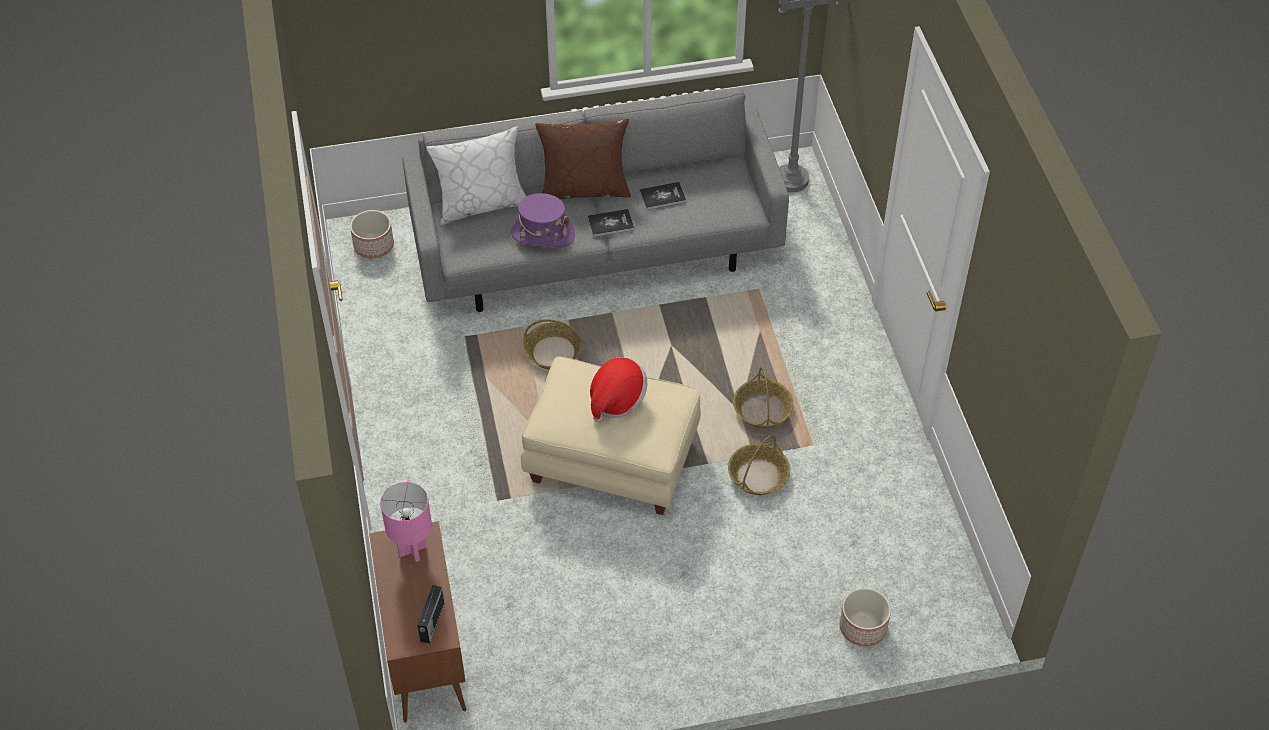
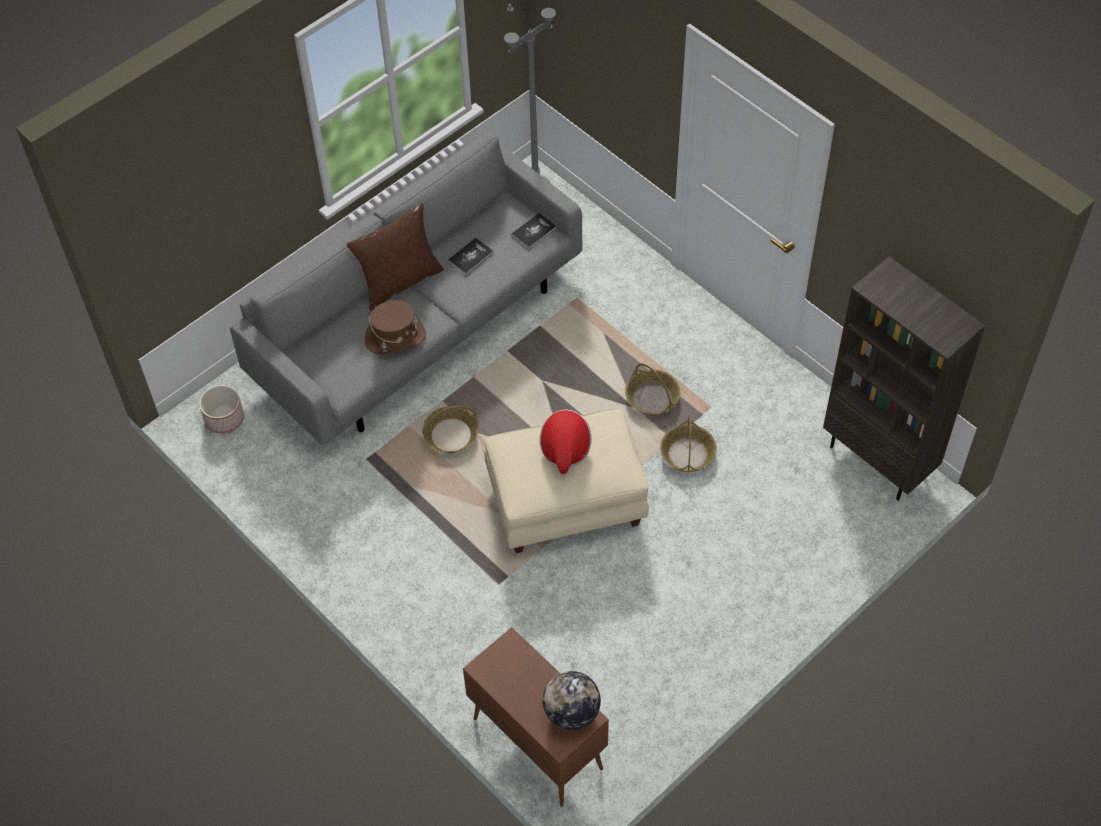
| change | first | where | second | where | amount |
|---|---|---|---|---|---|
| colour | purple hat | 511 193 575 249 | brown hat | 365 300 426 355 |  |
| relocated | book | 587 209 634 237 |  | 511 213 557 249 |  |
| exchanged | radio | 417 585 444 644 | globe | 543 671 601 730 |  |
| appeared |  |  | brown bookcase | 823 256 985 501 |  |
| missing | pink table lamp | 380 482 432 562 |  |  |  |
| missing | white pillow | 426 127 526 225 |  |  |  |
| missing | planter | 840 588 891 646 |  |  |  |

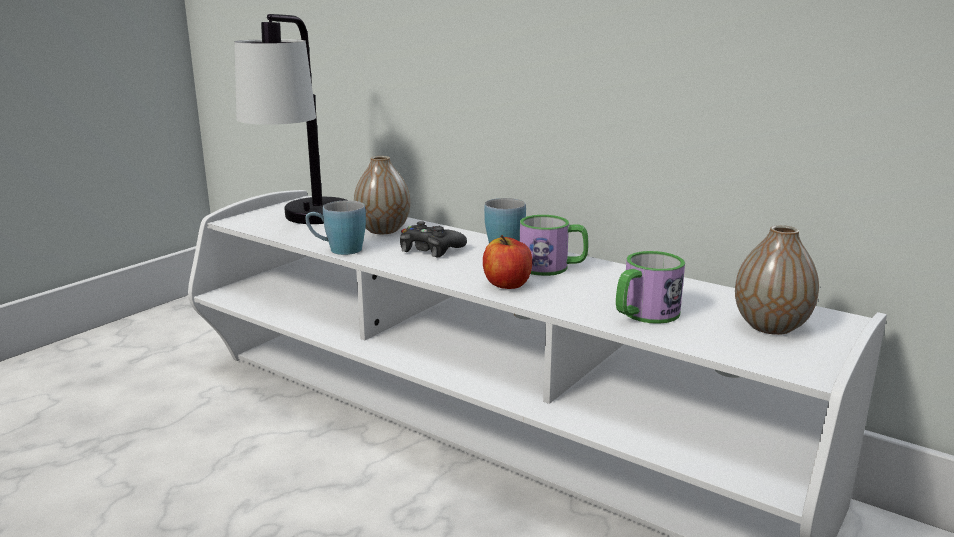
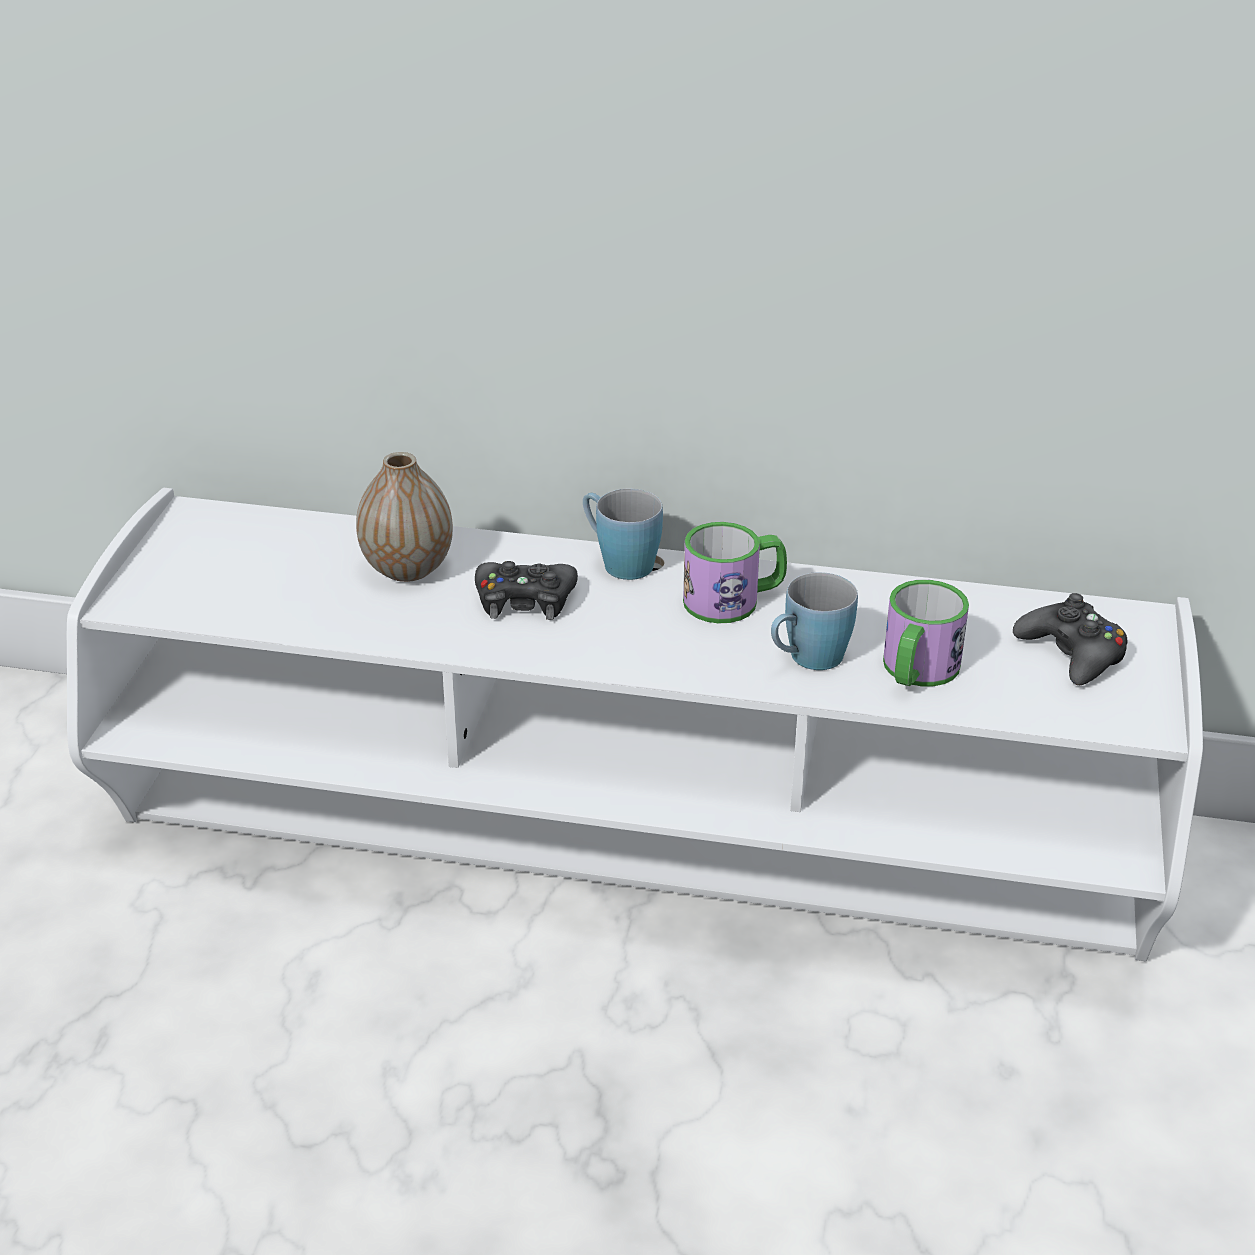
| change | first | where | second | where | amount |
|---|---|---|---|---|---|
| relocated | blue mug | 305 200 366 255 |  | 771 572 858 670 |  |
| exchanged | vase | 735 225 819 335 | black game controller | 1013 593 1127 685 |  |
| missing | table lamp | 235 14 346 224 |  |  |  |
| missing | apple | 483 235 532 289 |  |  |  |

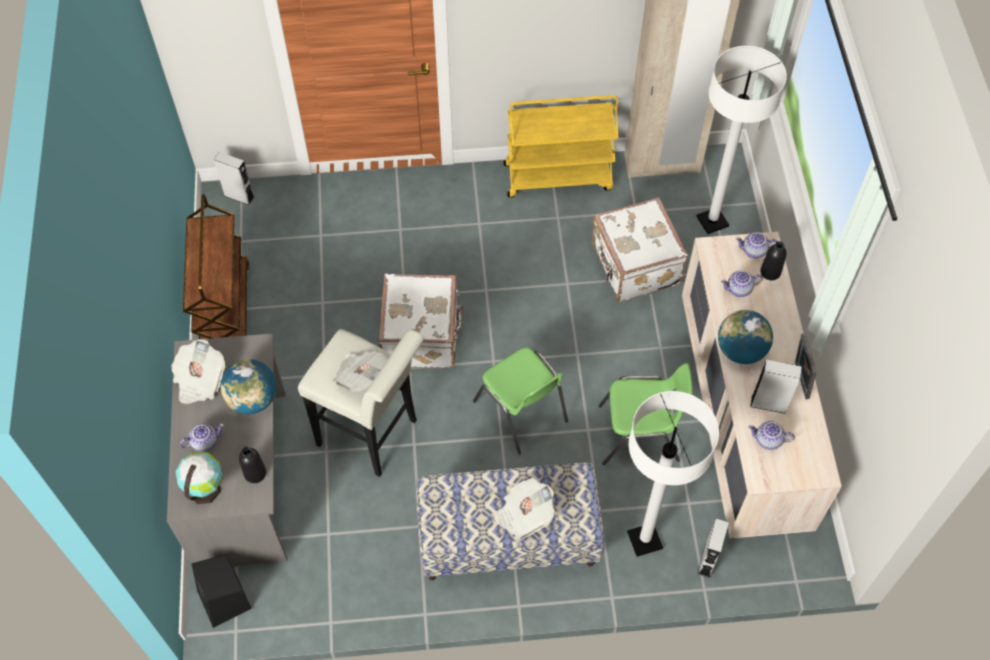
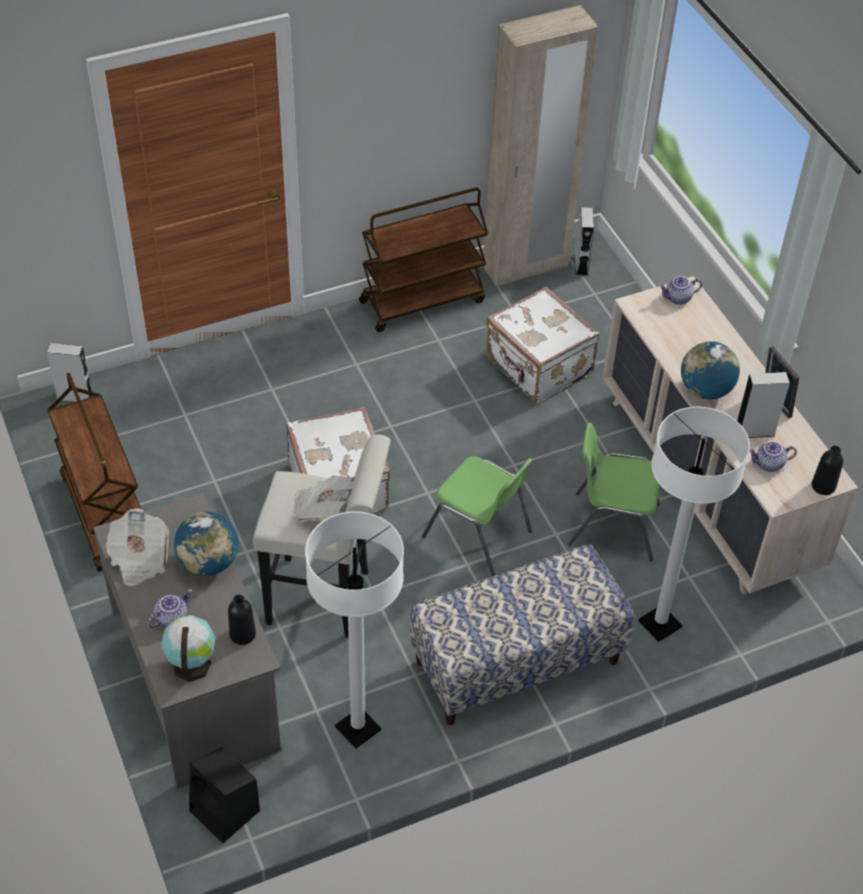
| change | first | where | second | where | amount |
|---|---|---|---|---|---|
| relocated | white floor lamp | 696 46 787 234 |  | 305 512 404 748 |  |
| colour | yellow cart | 503 95 618 198 | brown cart | 359 187 489 332 |  |
| spun | green chair | 599 363 693 465 |  | 568 423 660 561 | 150 degrees counterclockwise |
| relocated | grey speaker | 697 518 729 578 |  | 574 207 594 276 |  |
| relocated | black bottle | 760 241 787 281 |  | 812 446 843 495 |  |
| missing | newspaper | 494 478 555 540 |  |  |  |
| missing | teapot | 721 270 763 297 |  |  |  |

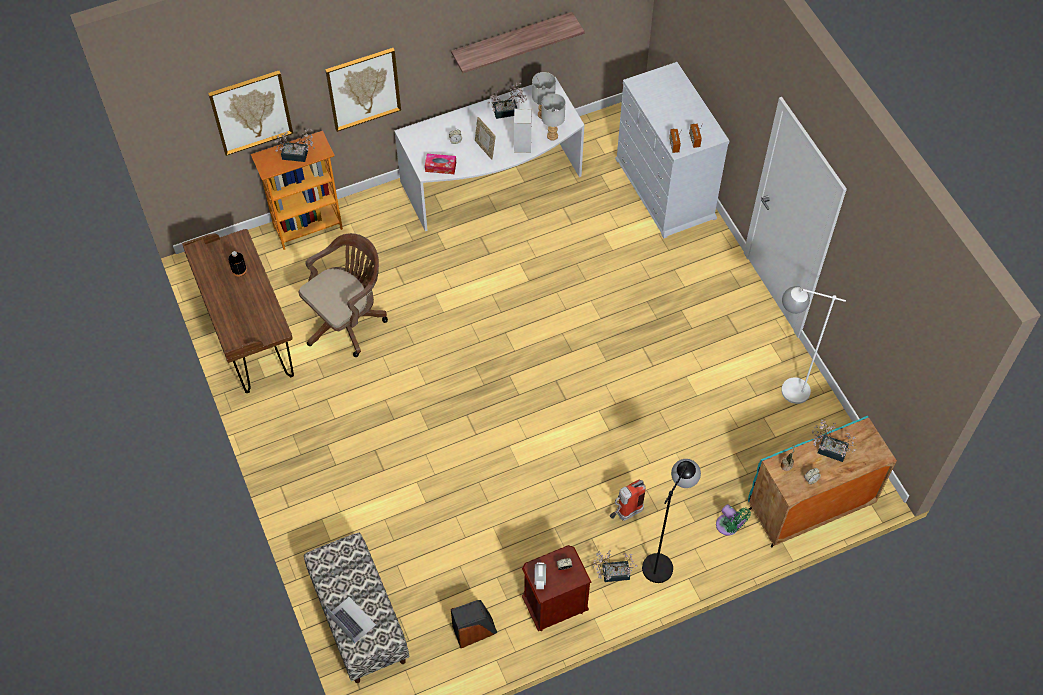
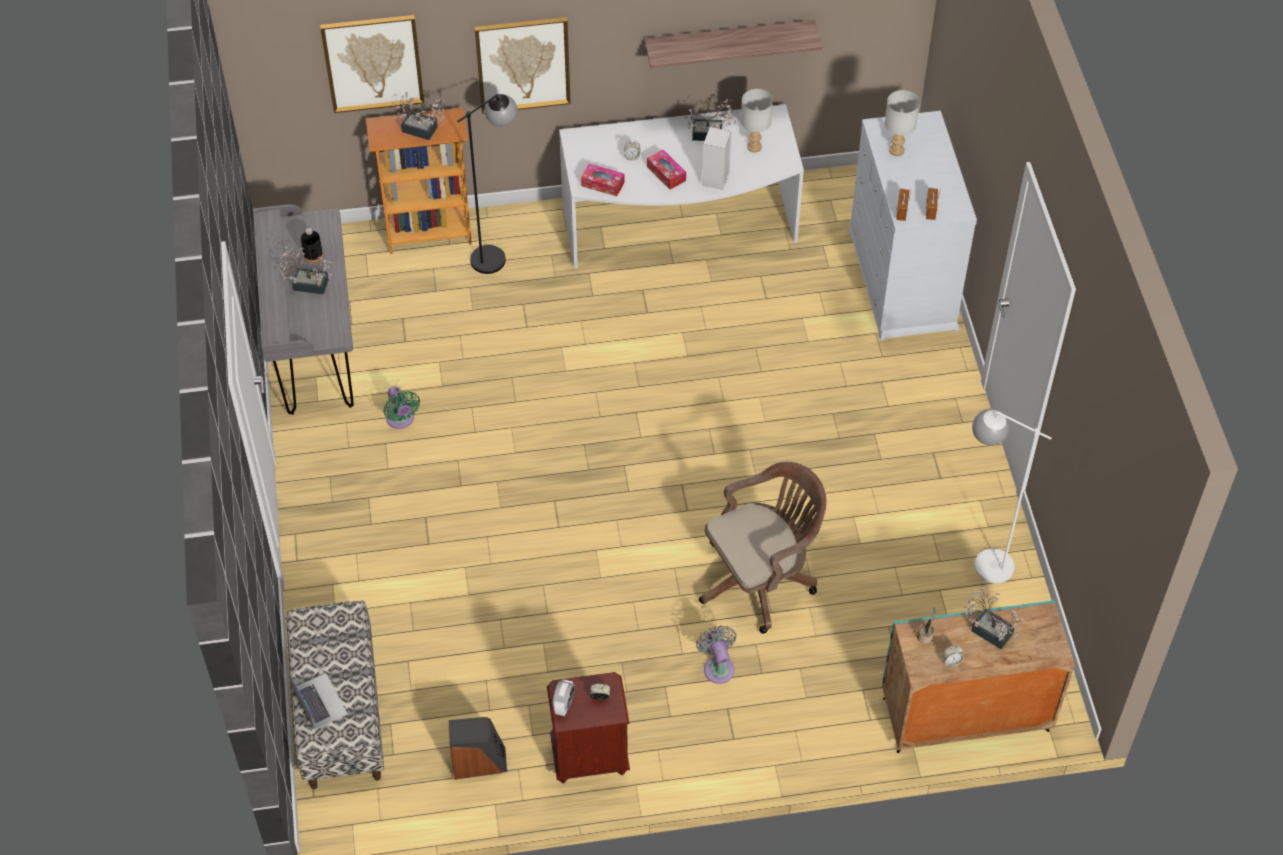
| change | first | where | second | where | amount |
|---|---|---|---|---|---|
| colour | brown desk | 182 229 294 393 | grey desk | 253 205 354 415 |  |
| relocated | potted plant | 592 550 638 582 |  | 278 244 332 294 |  |
| relocated | green fan | 716 504 751 535 |  | 383 386 420 429 |  |
| relocated | black floor lamp | 642 459 701 583 |  | 457 94 517 274 |  |
| exchanged | picture frame | 475 117 496 160 | tissue box | 647 150 686 190 |  |
| exchanged | fire extinguisher | 610 480 646 521 | grey fan | 696 626 736 684 |  |
| relocated | brown office chair | 299 233 388 357 |  | 699 462 826 634 |  |
| relocated | grey table lamp | 541 93 565 141 |  | 884 90 920 156 |  |

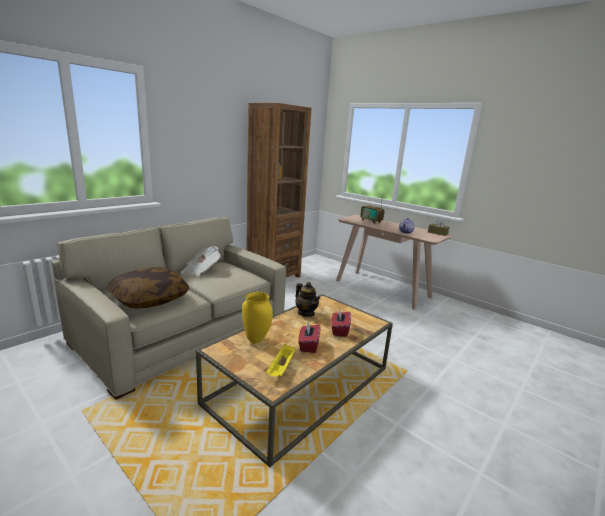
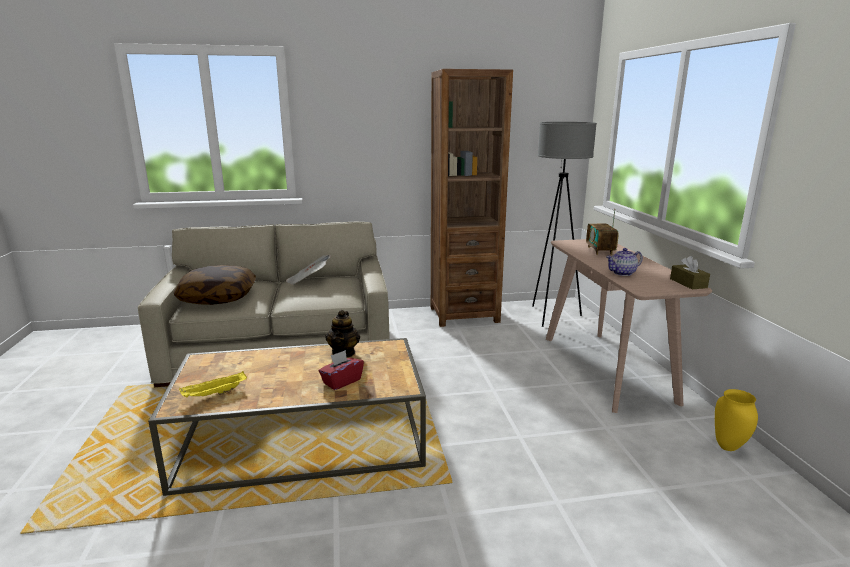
| change | first | where | second | where | amount |
|---|---|---|---|---|---|
| appeared |  |  | grey floor lamp | 532 122 597 327 |  |
| relocated | yellow vase | 242 292 273 343 |  | 715 389 758 451 |  |
| missing | red tissue box | 298 321 321 353 |  |  |  |

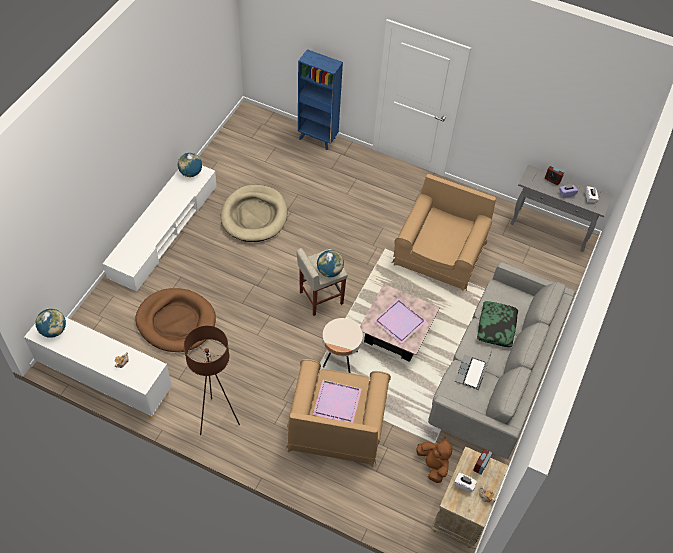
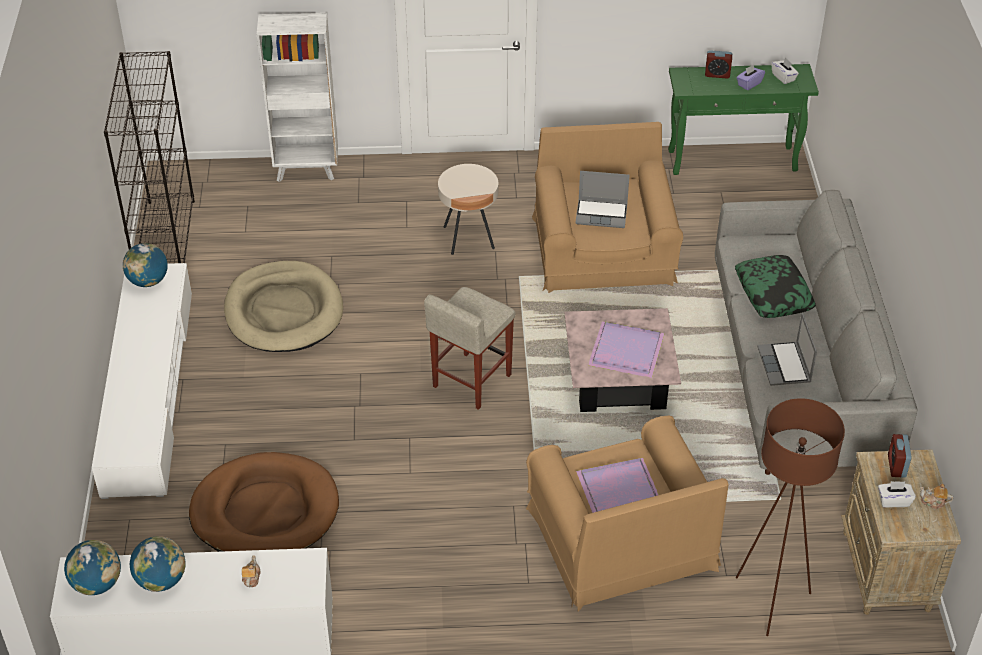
| change | first | where | second | where | amount |
|---|---|---|---|---|---|
| appeared |  |  | black bookcase | 104 51 195 263 |  |
| relocated | globe | 317 250 344 277 |  | 130 536 186 592 |  |
| colour | blue bookcase | 298 49 343 150 | white bookcase | 256 13 338 182 |  |
| relocated | beige side table | 322 318 363 373 |  | 438 164 498 255 |  |
| appeared |  |  | laptop | 575 171 630 228 |  |
| colour | grey console table | 510 165 612 252 | green console table | 668 64 819 175 |  |
| relocated | brown floor lamp | 184 325 240 435 |  | 736 398 845 636 |  |
| missing | brown plush toy | 416 437 452 483 |  |  |  |

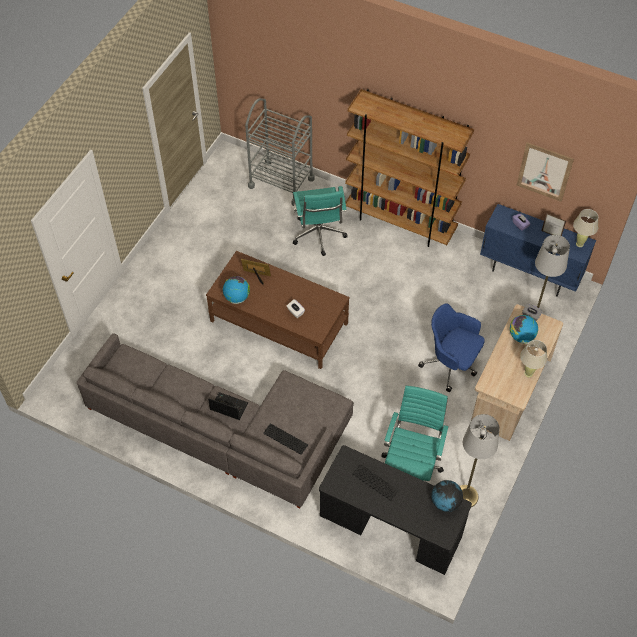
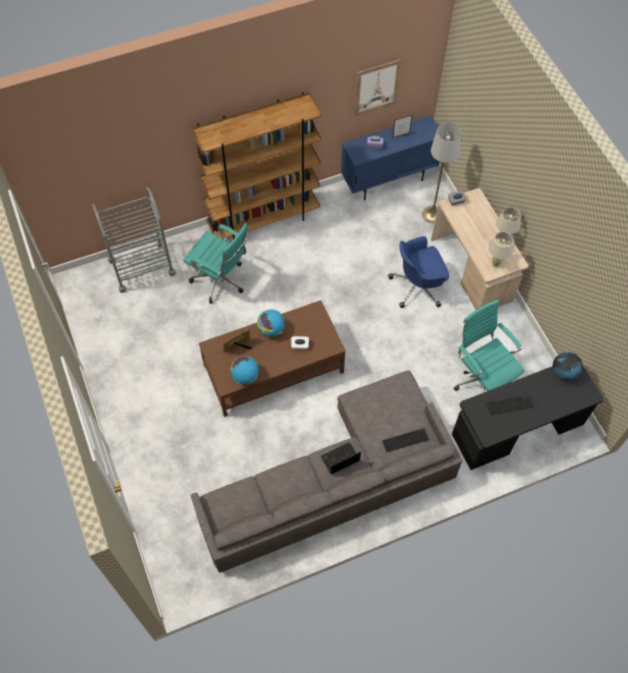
| change | first | where | second | where | amount |
|---|---|---|---|---|---|
| relocated | globe | 510 315 538 344 |  | 257 310 285 337 |  |
| relocated | beige table lamp | 573 209 598 247 |  | 488 232 514 268 |  |
| missing | grey floor lamp | 460 414 499 507 |  |  |  |

